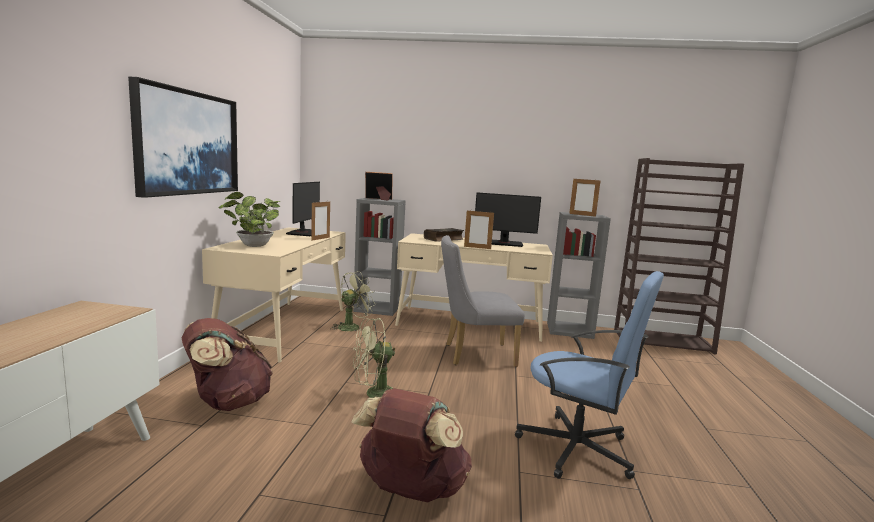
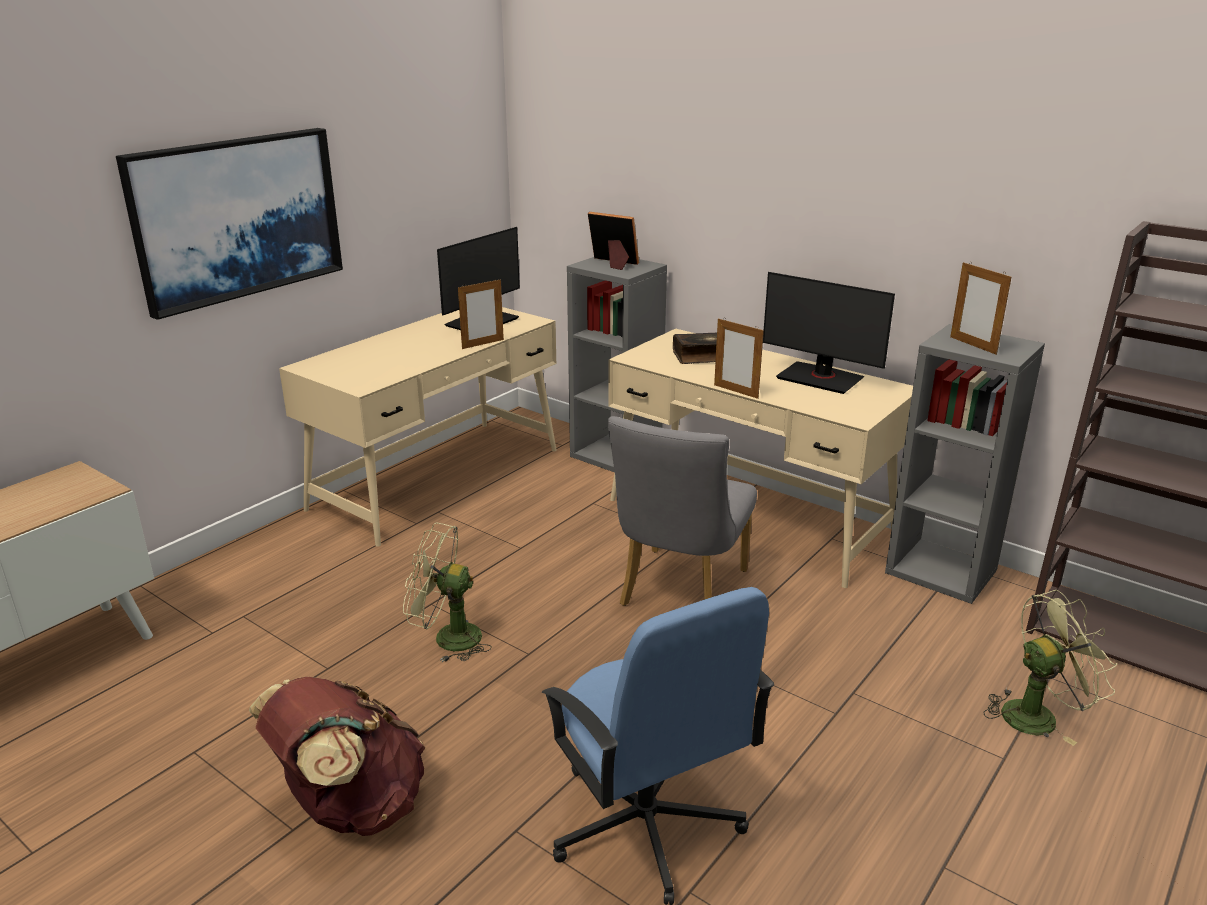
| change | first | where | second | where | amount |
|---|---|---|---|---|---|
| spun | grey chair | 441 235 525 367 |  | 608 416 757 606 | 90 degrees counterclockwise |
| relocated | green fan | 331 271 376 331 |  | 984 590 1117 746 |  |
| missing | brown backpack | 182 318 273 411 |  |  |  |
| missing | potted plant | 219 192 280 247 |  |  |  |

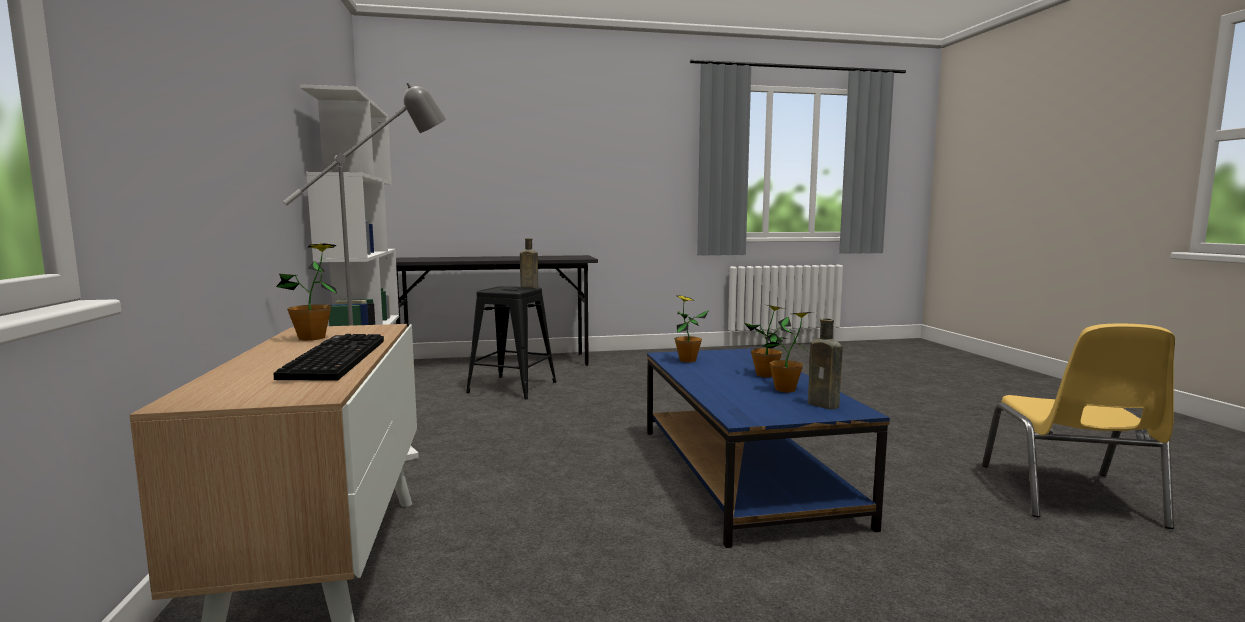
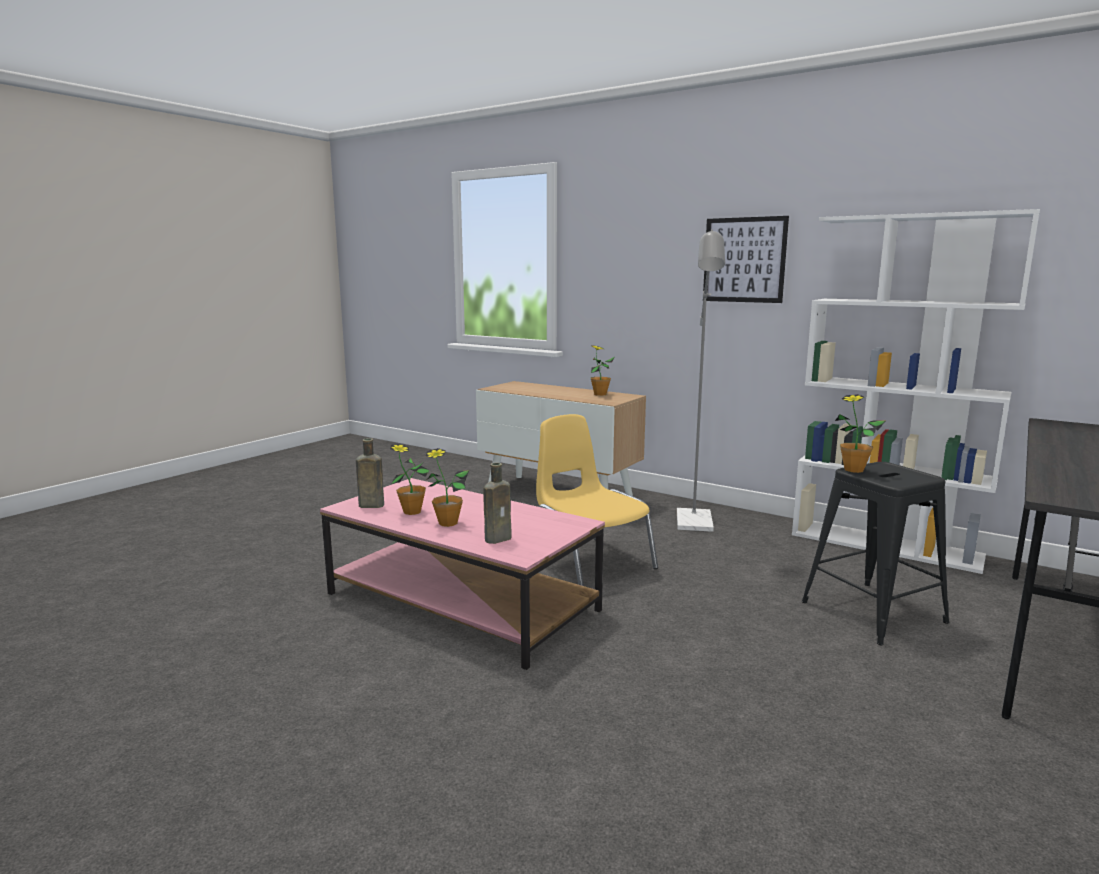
| change | first | where | second | where | amount |
|---|---|---|---|---|---|
| colour | blue coffee table | 647 348 890 548 | pink coffee table | 320 478 605 670 |  |
| relocated | brown bottle | 520 238 538 288 |  | 483 463 512 544 |  |
| relocated | yellow chair | 982 323 1175 529 |  | 536 414 658 586 |  |
| appeared |  |  | picture | 703 216 789 303 |  |
| relocated | potted plant | 674 295 709 363 |  | 835 394 885 473 |  |
| missing | keyboard | 274 334 384 381 |  |  |  |

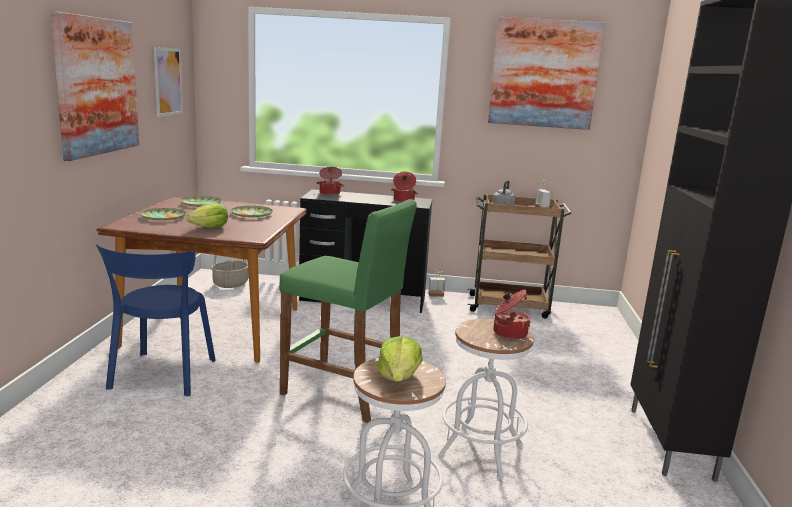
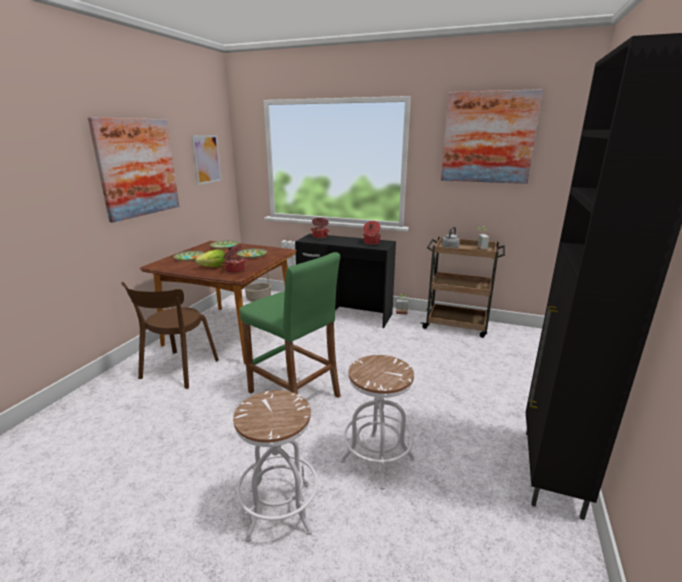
| change | first | where | second | where | amount |
|---|---|---|---|---|---|
| colour | blue chair | 96 244 216 396 | brown chair | 121 282 219 389 |  |
| relocated | cooking pot | 493 290 530 339 |  | 221 246 248 273 |  |
| missing | lettuce | 377 336 422 382 |  |  |  |

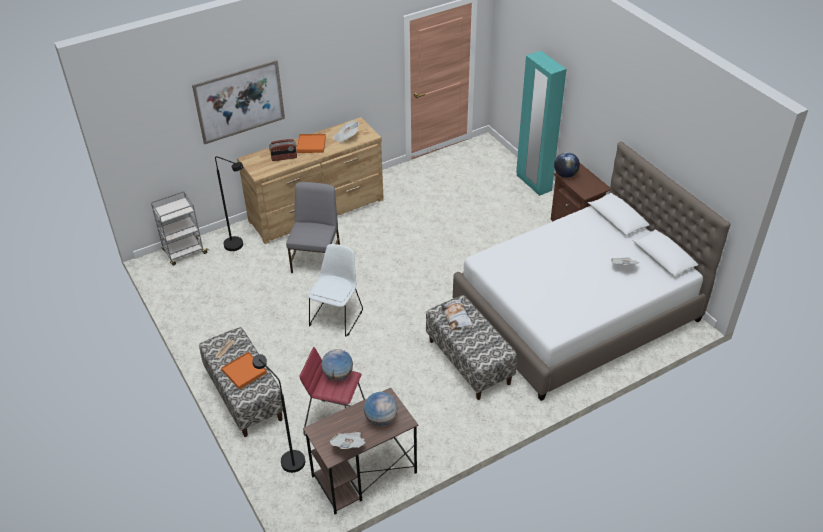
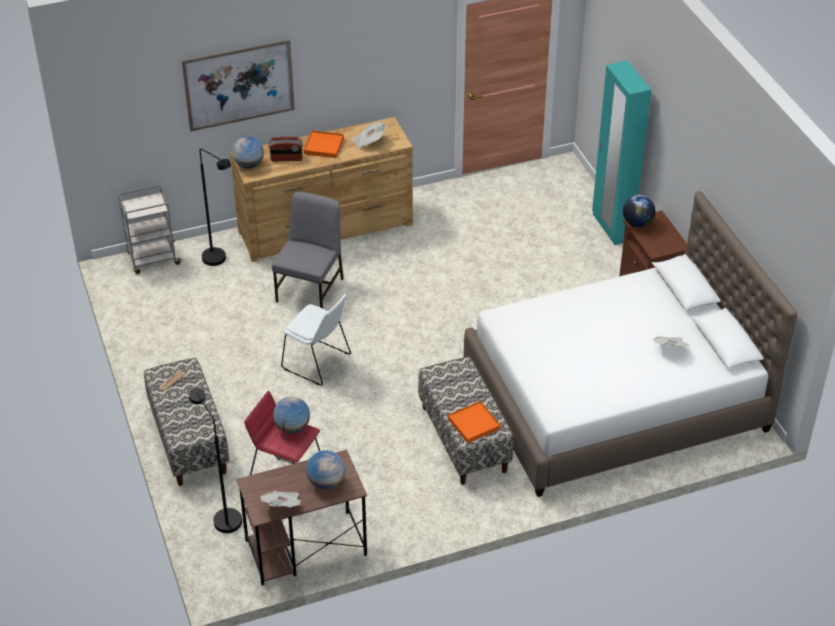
| change | first | where | second | where | amount |
|---|---|---|---|---|---|
| appeared |  |  | globe | 232 137 264 169 |  |
| spun | white chair | 309 244 363 336 |  | 281 294 351 386 | 90 degrees clockwise |
| relocated | orange tray | 221 352 267 390 |  | 448 401 501 443 |  |
| missing | pillow | 441 299 473 331 |  |  |  |

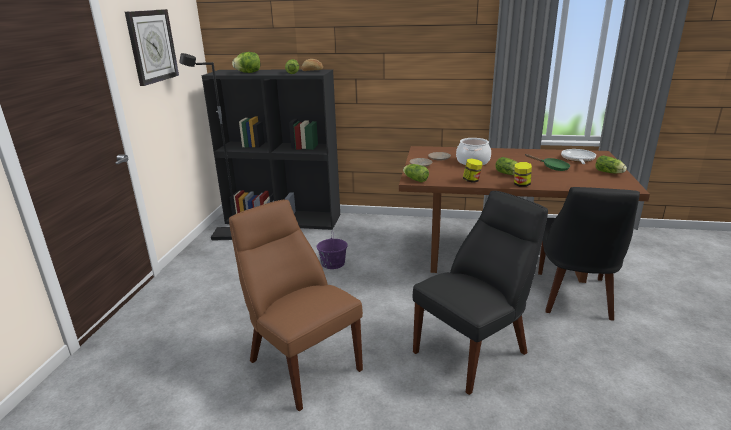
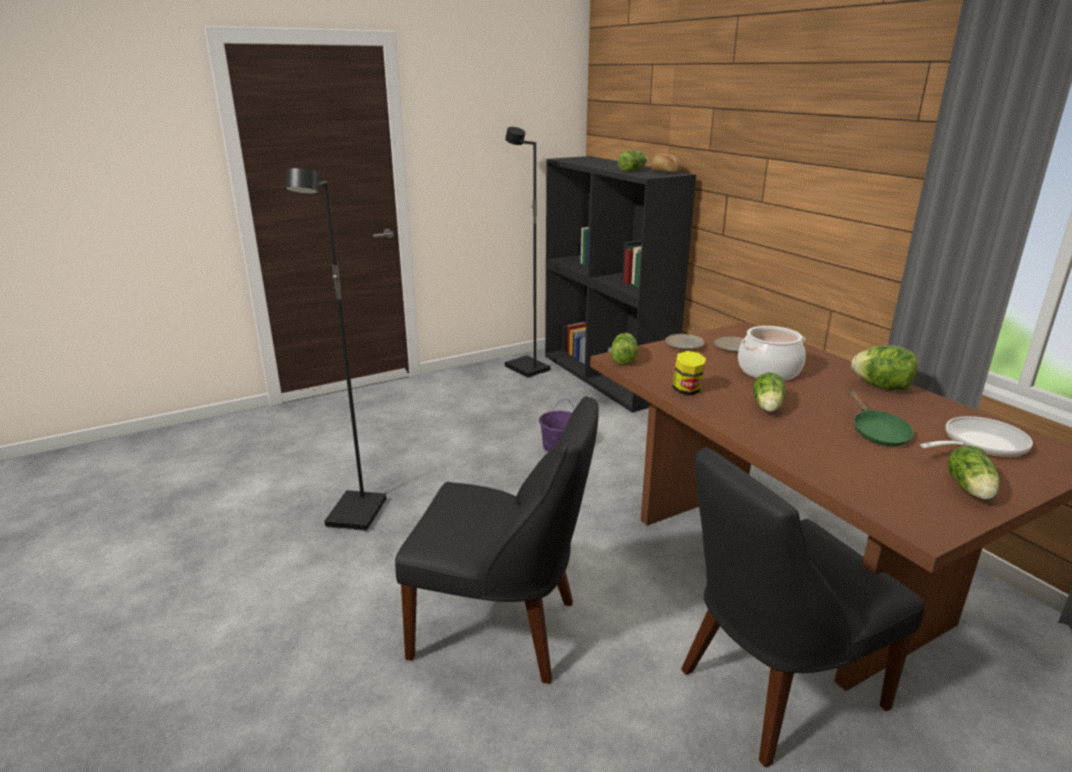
| change | first | where | second | where | amount |
|---|---|---|---|---|---|
| exchanged | brown chair | 229 200 363 411 | black floor lamp | 286 168 386 531 |  |
| relocated | lettuce | 232 52 260 73 |  | 851 345 918 390 |  |
| missing | wall clock | 125 9 179 86 |  |  |  |
| missing | jar | 514 162 532 187 |  |  |  |

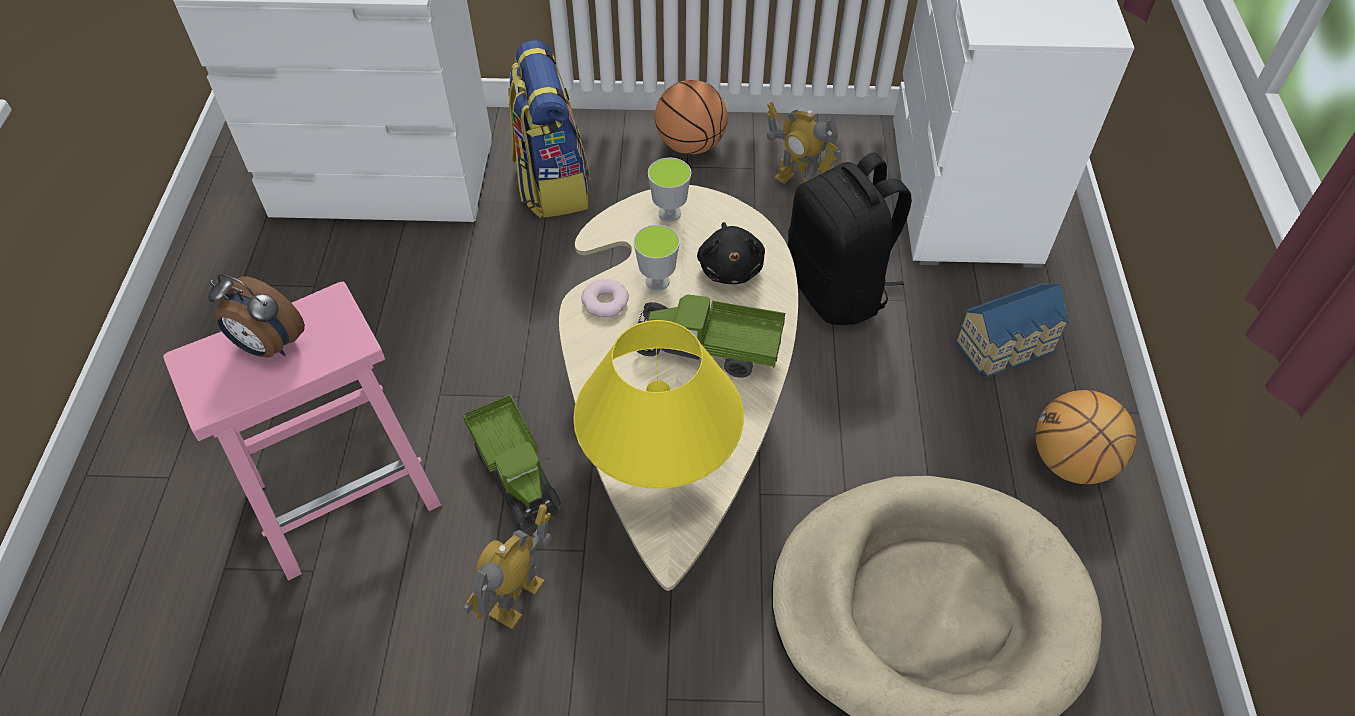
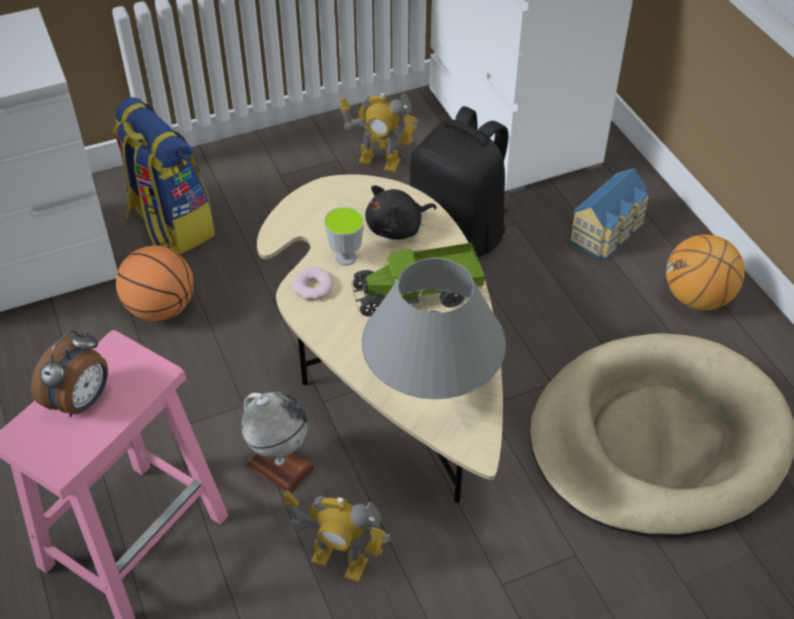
| change | first | where | second | where | amount |
|---|---|---|---|---|---|
| spun | alarm clock | 208 274 305 358 |  | 31 330 108 417 | 60 degrees counterclockwise |
| relocated | basketball | 655 80 728 154 |  | 116 245 194 322 |  |
| exchanged | toy truck | 463 394 563 532 | globe | 241 392 315 493 |  |
| spun | toy robot | 464 504 552 629 |  | 283 490 391 582 | 75 degrees counterclockwise |
| colour | yellow table lamp | 573 320 744 489 | grey table lamp | 362 258 506 399 |  |
| spun | black plush toy | 697 222 765 284 |  | 365 185 437 240 | 90 degrees clockwise |
| missing | cup | 648 157 691 222 |  |  |  |

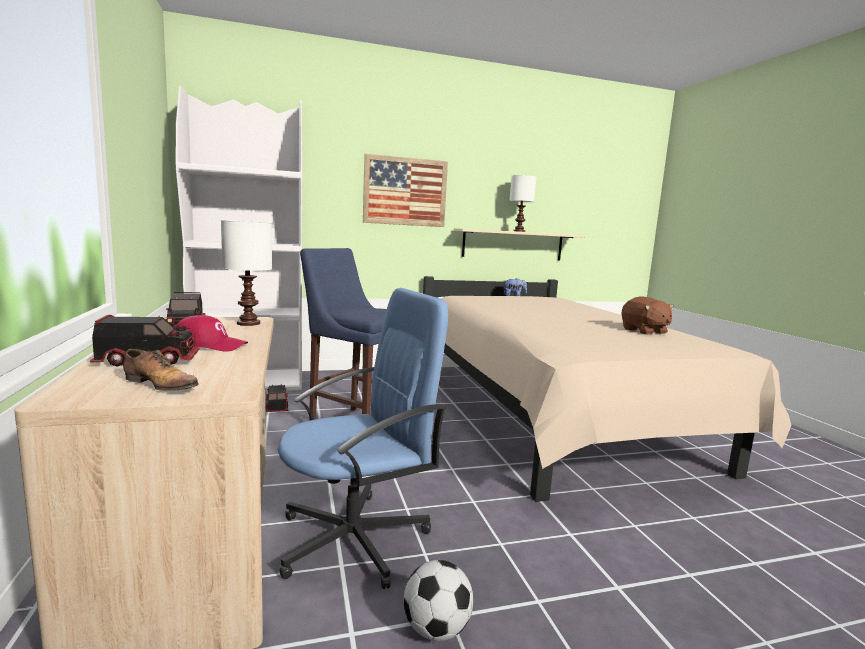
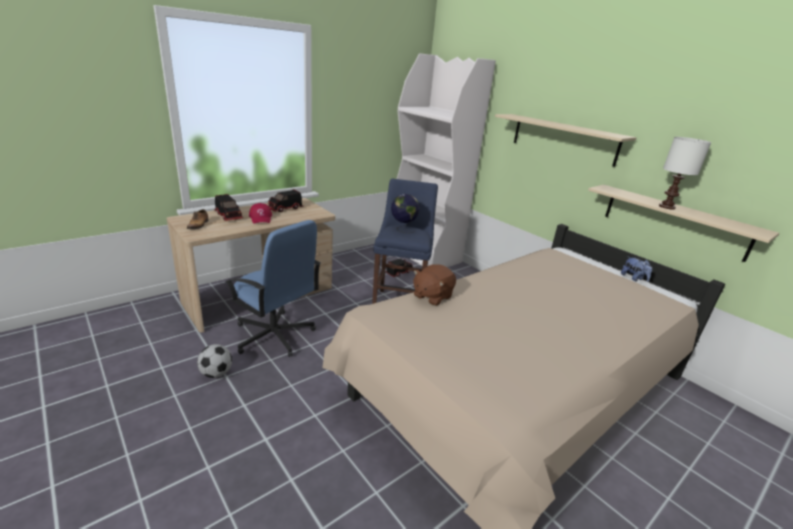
| change | first | where | second | where | amount |
|---|---|---|---|---|---|
| appeared |  |  | globe | 391 194 420 233 |  |
| relocated | brown plush toy | 622 297 673 335 |  | 413 264 456 306 |  |
| exchanged | picture | 363 154 448 227 | beige shelf | 495 114 637 167 |  |
| missing | white table lamp | 221 220 272 326 |  |  |  |

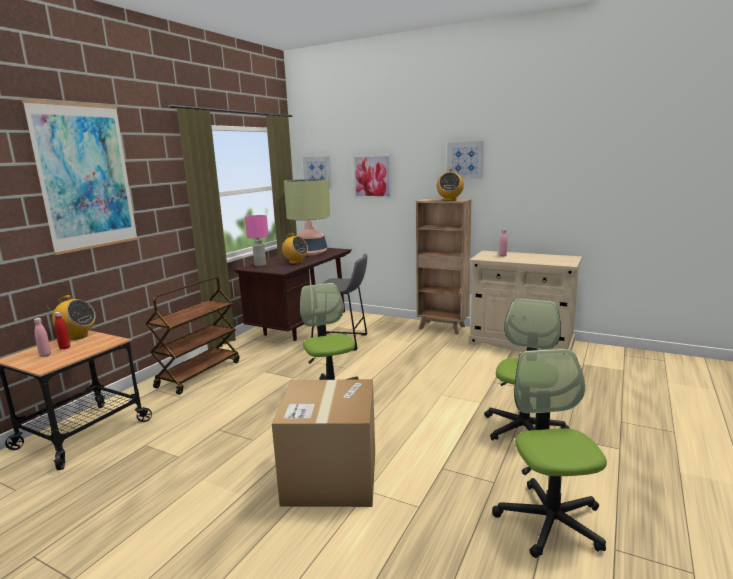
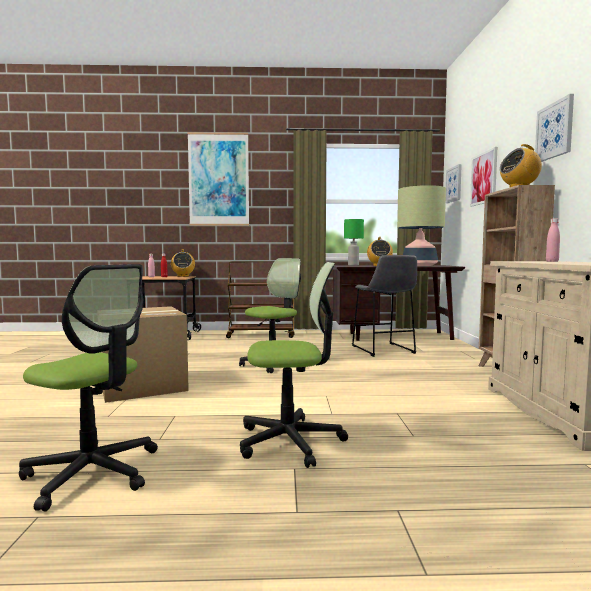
| change | first | where | second | where | amount |
|---|---|---|---|---|---|
| spun | office chair | 492 349 607 558 |  | 19 264 158 511 | 60 degrees clockwise |
| colour | pink table lamp | 245 215 269 266 | green table lamp | 344 219 364 265 |  |

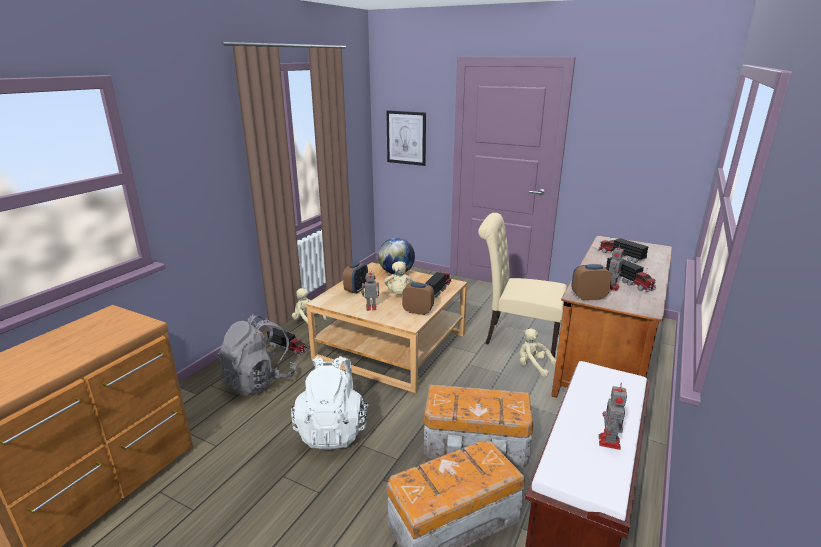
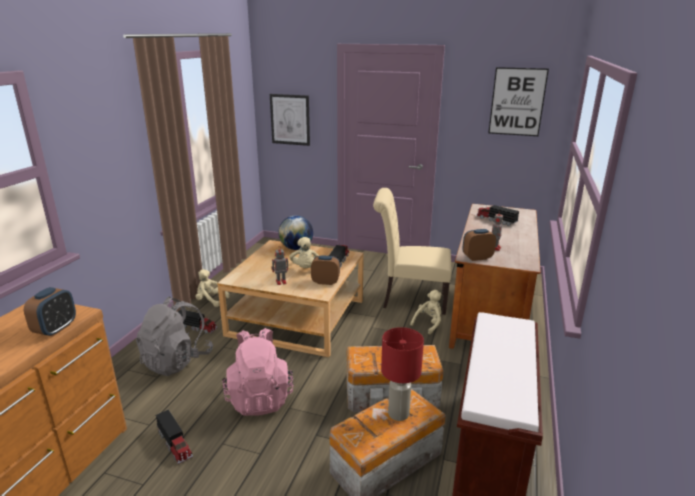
| change | first | where | second | where | amount |
|---|---|---|---|---|---|
| relocated | alarm clock | 343 262 368 294 |  | 24 287 76 337 |  |
| relocated | toy truck | 606 257 656 292 |  | 156 409 193 464 |  |
| colour | white backpack | 291 356 368 450 | pink backpack | 222 328 293 416 |  |
| appeared |  |  | red table lamp | 381 327 424 421 |  |
| spun | beige plush toy | 519 329 556 377 |  | 410 290 442 335 | 105 degrees clockwise |
| appeared |  |  | picture | 488 67 549 136 |  |
| missing | toy robot | 599 383 627 450 |  |  |  |

